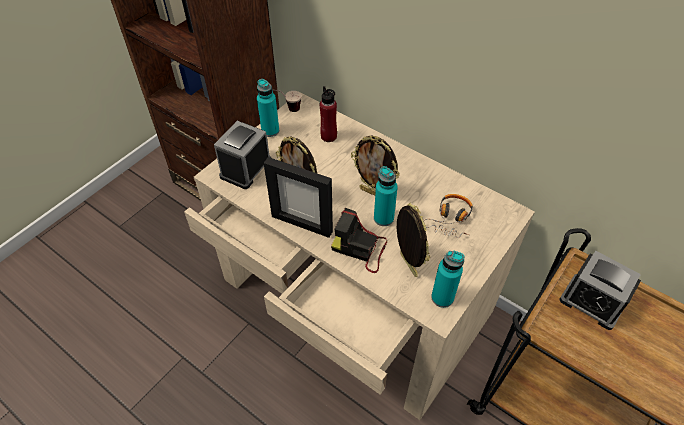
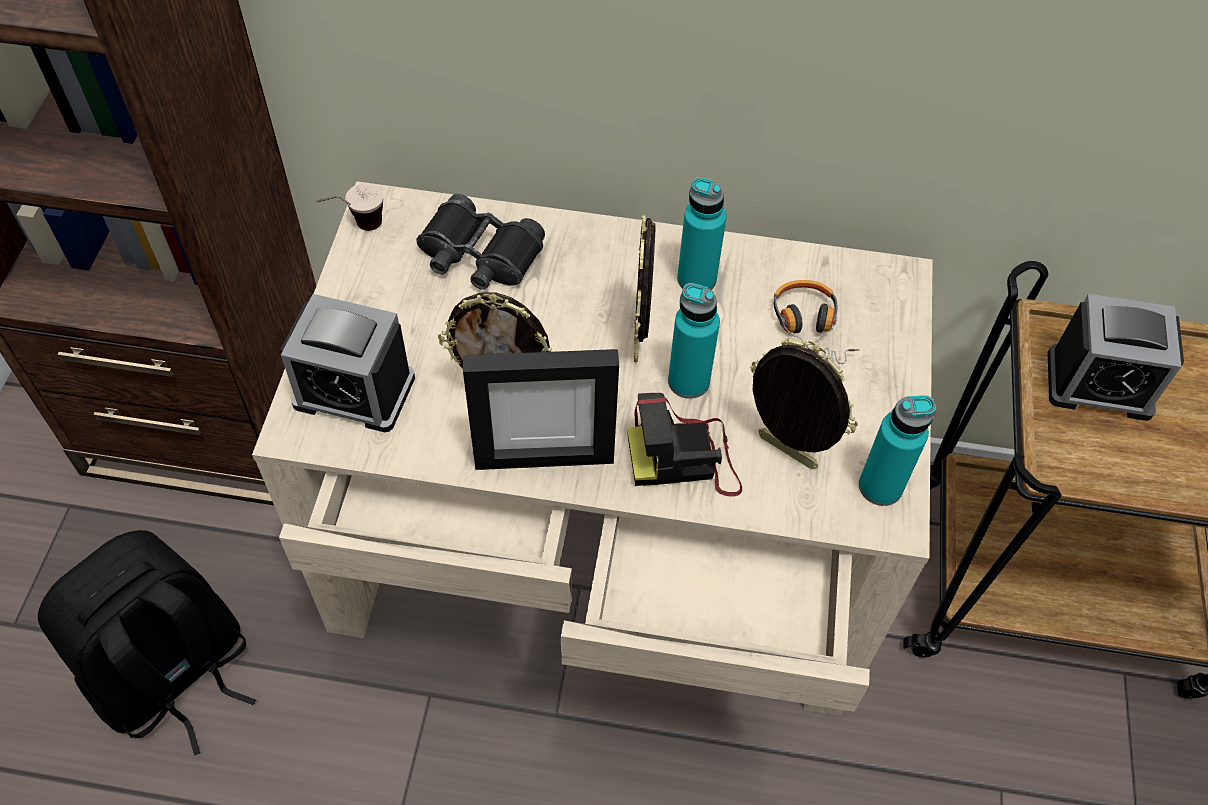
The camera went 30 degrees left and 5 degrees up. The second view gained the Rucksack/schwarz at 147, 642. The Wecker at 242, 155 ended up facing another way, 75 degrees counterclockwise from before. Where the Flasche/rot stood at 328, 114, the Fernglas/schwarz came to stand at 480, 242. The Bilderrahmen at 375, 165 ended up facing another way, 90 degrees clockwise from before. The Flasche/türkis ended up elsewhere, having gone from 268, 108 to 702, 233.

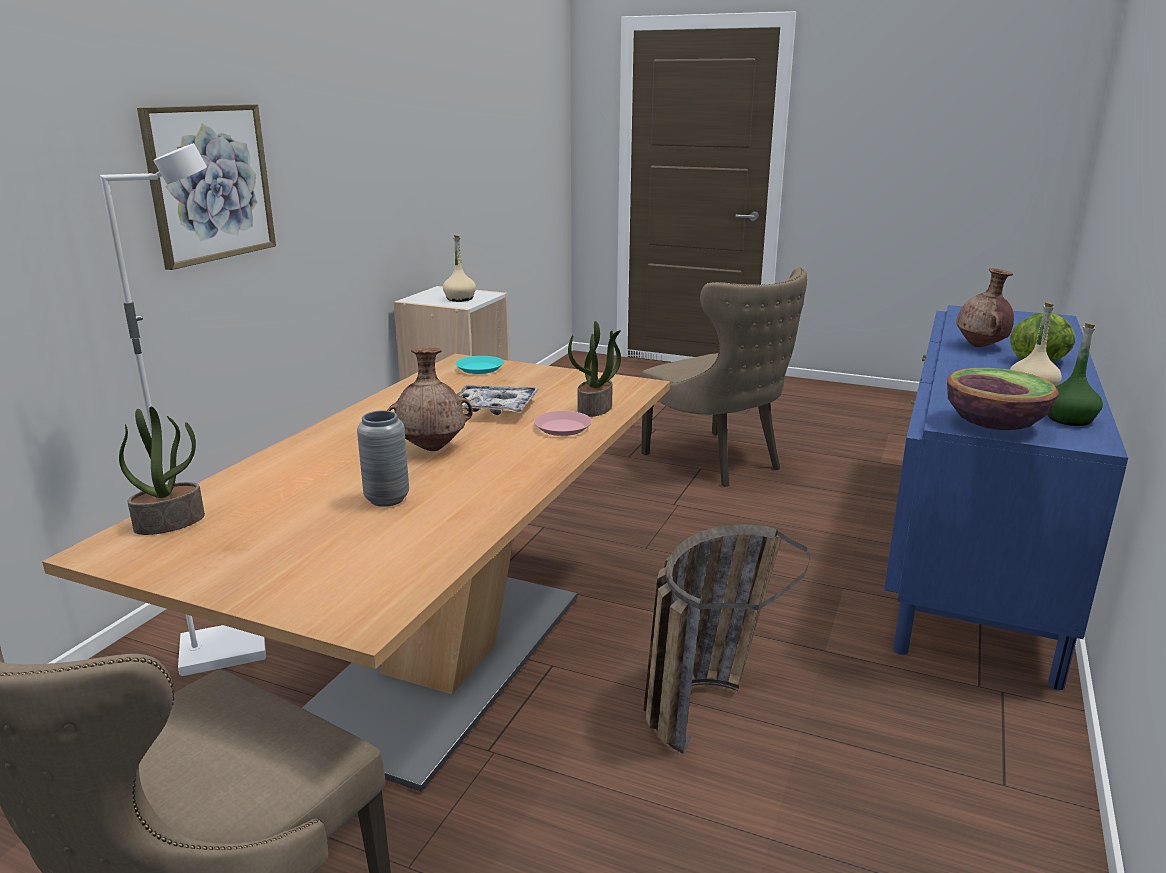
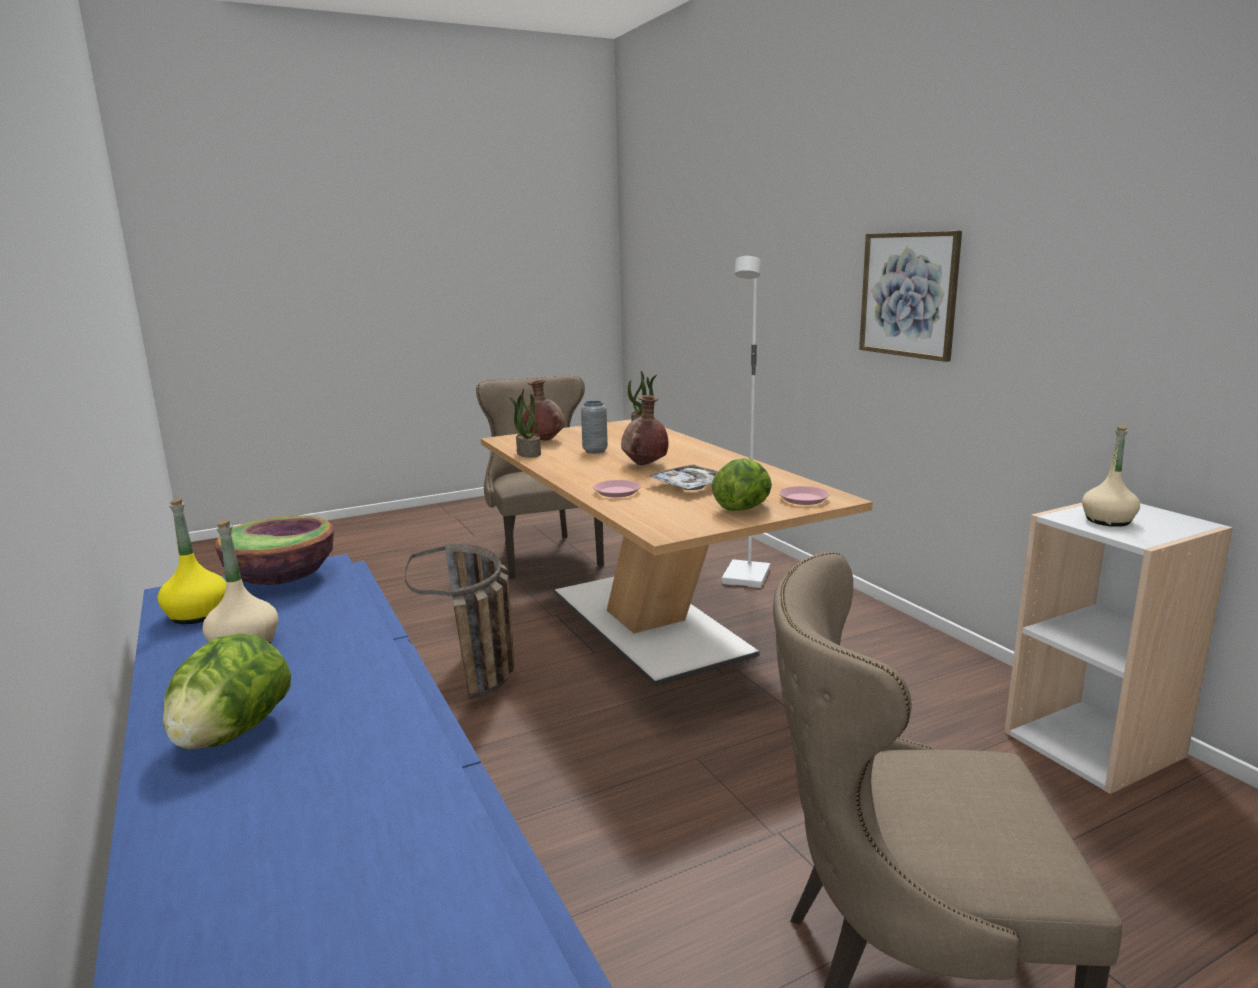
The camera went 130 degrees right and 5 degrees down. What was the Flasche/grün at 1075, 374 turned into the Flasche/gelb at 191, 561. The Topfpflanze ended up elsewhere, having gone from 594, 369 to 524, 423. The Vase/braun ended up elsewhere, having gone from 985, 307 to 544, 410. The second view gained the Salatkopf at 742, 485. What was the Teller/türkis at 480, 365 turned into the Teller/rosa at 804, 495.

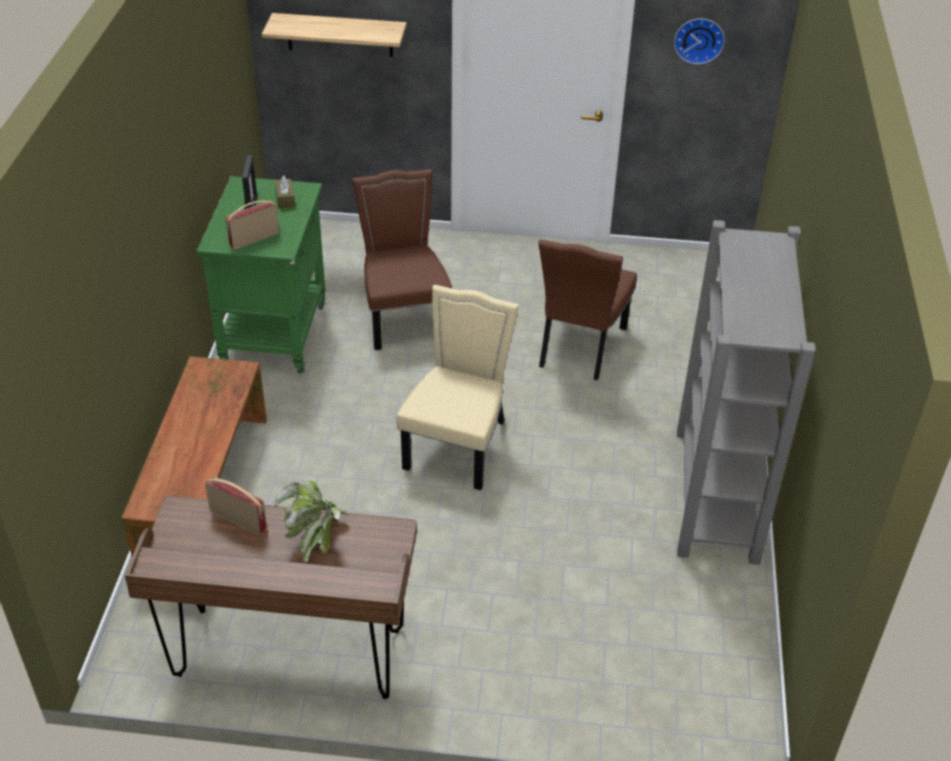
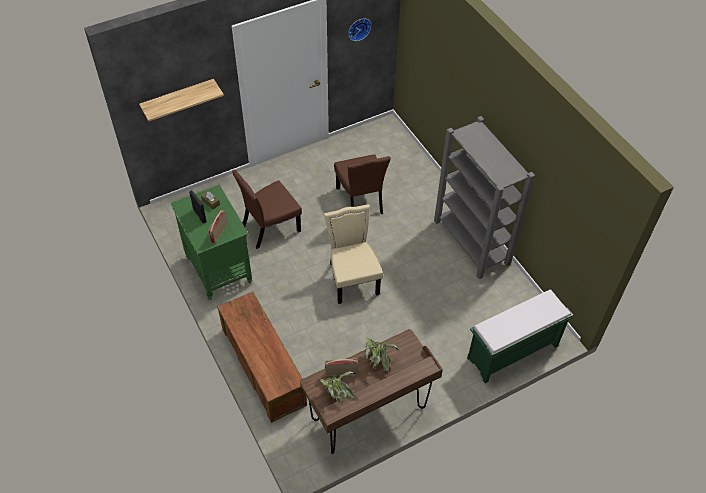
The camera went 35 degrees left and 10 degrees up. The Stuhl/braun at 402, 259 ended up facing another way, 75 degrees counterclockwise from before. The second view gained the Topfpflanze at 339, 387. The second view gained the Bank/grün at 520, 336.

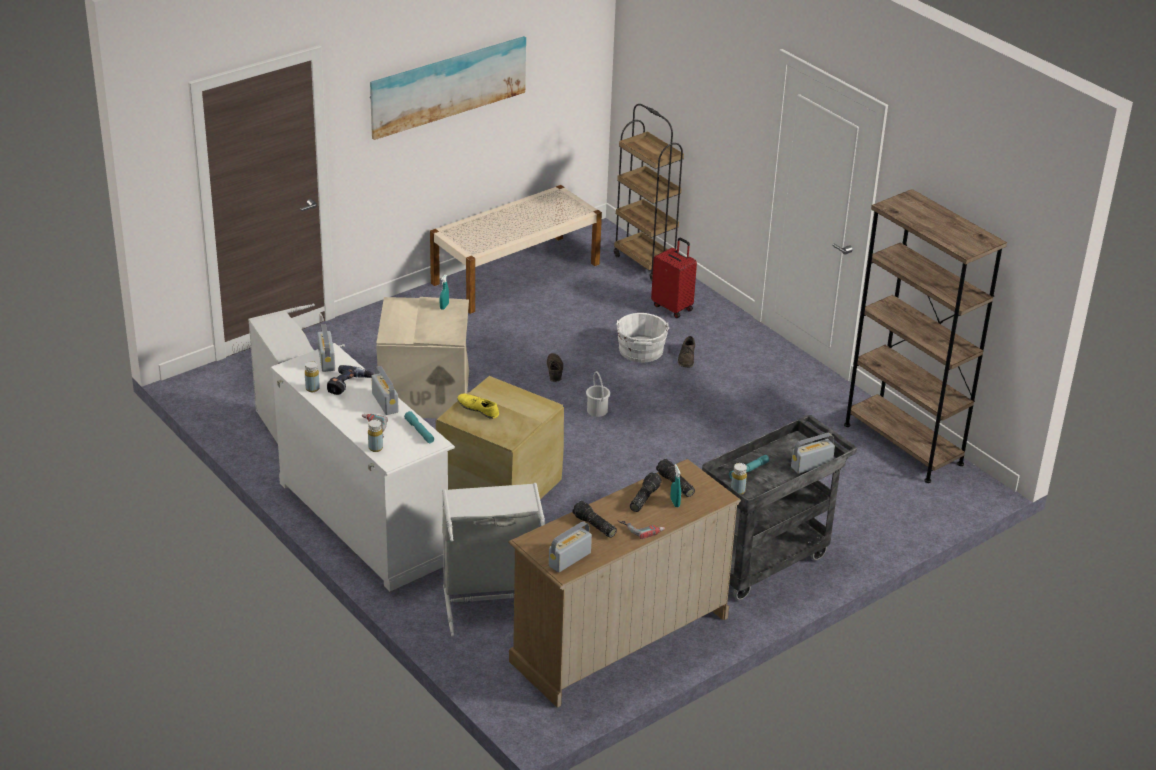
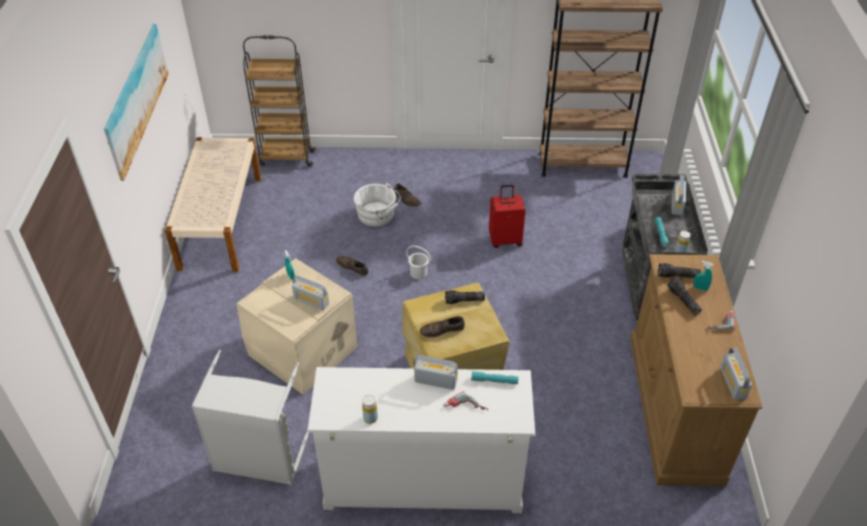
The camera went 50 degrees left and 10 degrees up. The Radio ended up elsewhere, having gone from 326, 348 to 310, 292. What was the Schuh/gelb at 478, 406 turned into the Schuh/braun at 442, 327. The Taschenlampe ended up elsewhere, having gone from 594, 519 to 465, 297. The Koffer/rot ended up elsewhere, having gone from 674, 278 to 507, 216. The second view lost the Bohrmaschine at 350, 380. The second view lost the Flasche/gelb at 375, 435. The second view lost the Wäschekorb/grau at 493, 560.

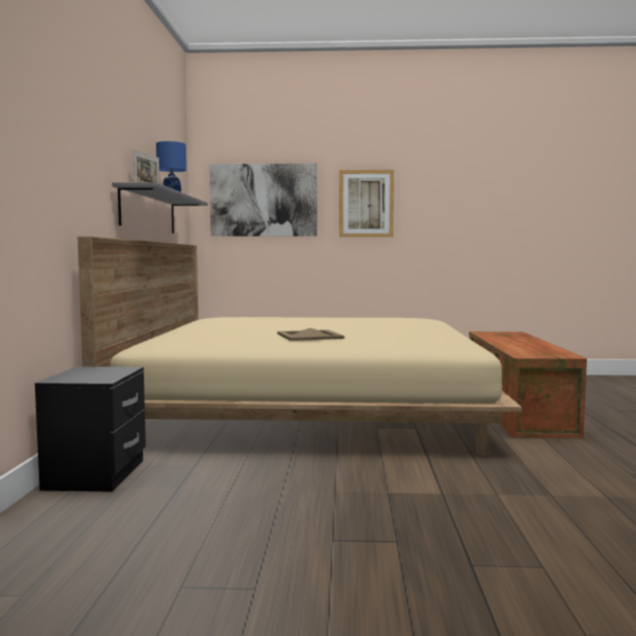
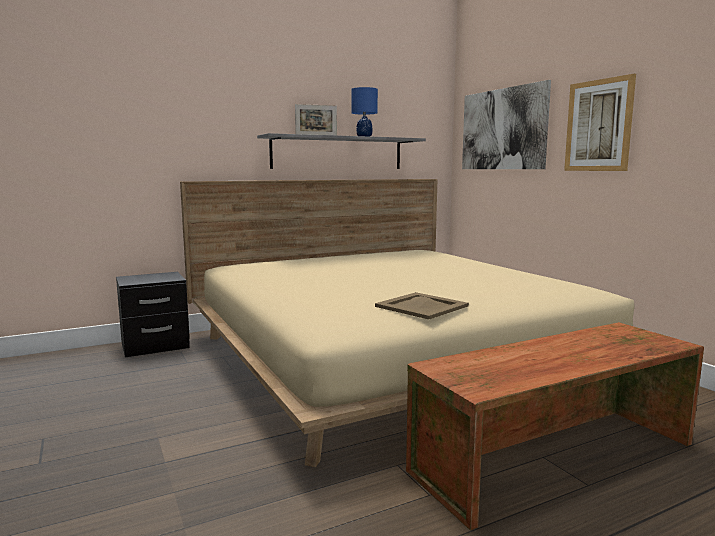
The camera went 60 degrees right and 5 degrees up. The Tablett/beige ended up elsewhere, having gone from 311, 334 to 422, 305.

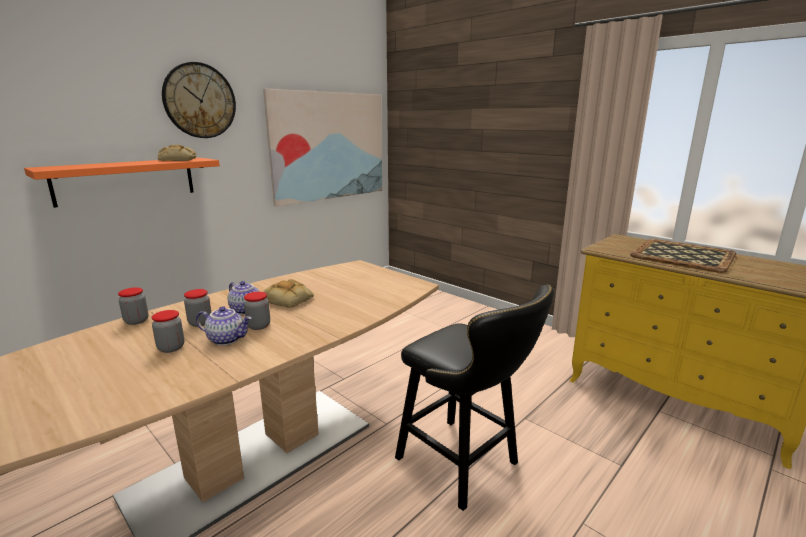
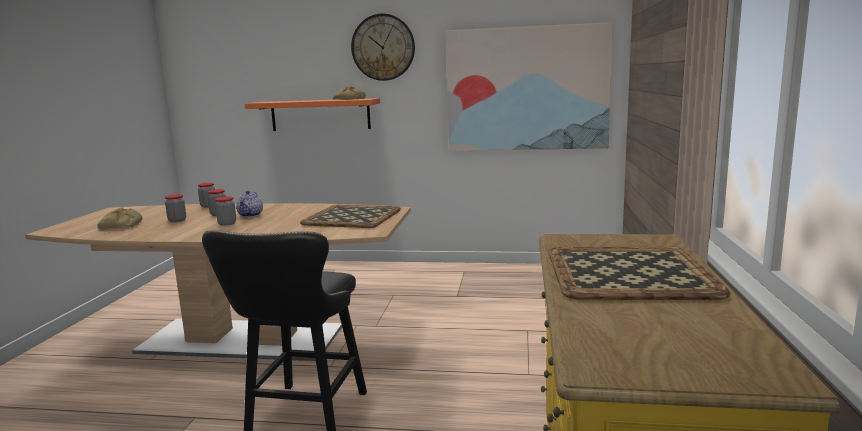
The camera went 55 degrees right and 5 degrees down. The Brot ended up elsewhere, having gone from 288, 293 to 120, 218. The second view gained the Tablett at 350, 216. The second view lost the Teekanne at 224, 325.

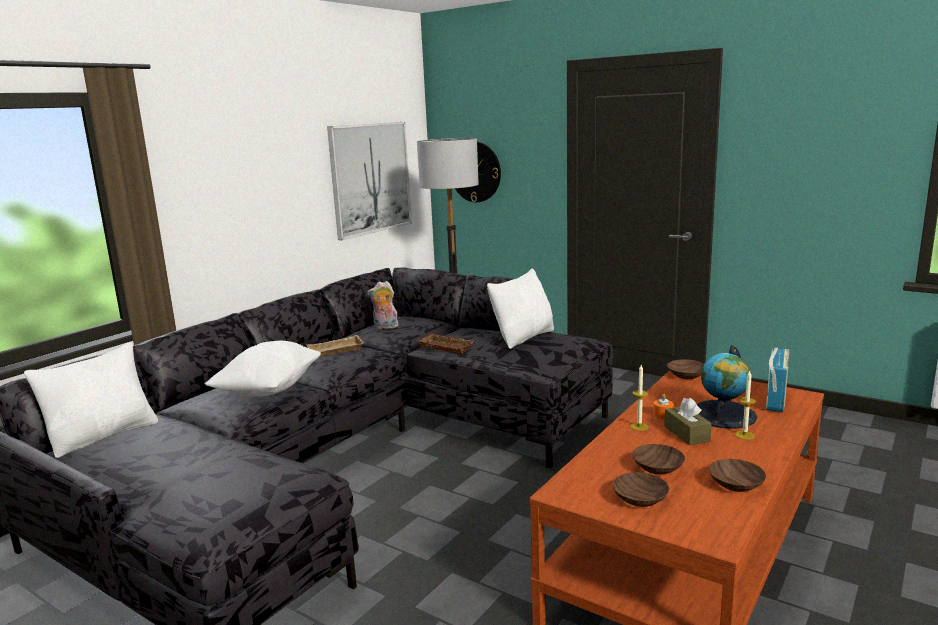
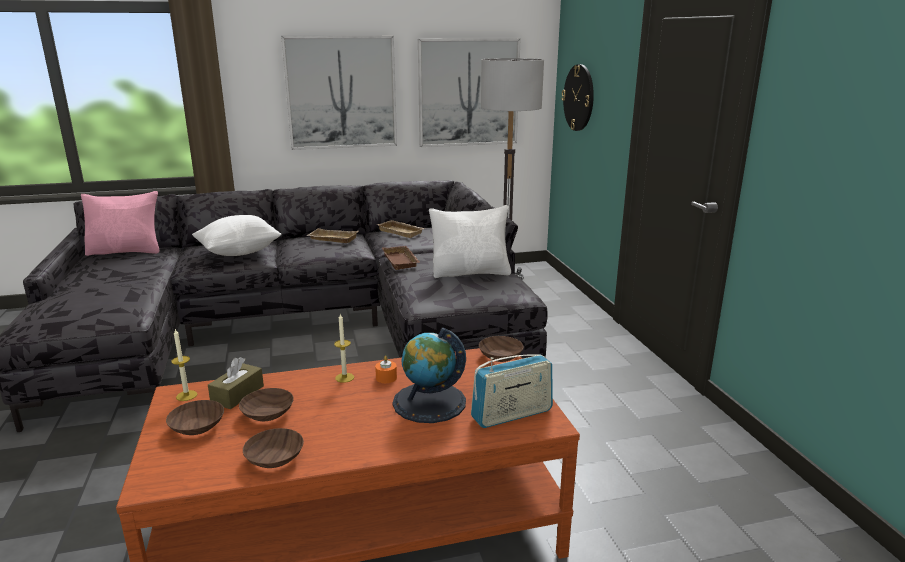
The camera went 40 degrees right and 5 degrees up. What was the Kissen/weiß at 91, 400 turned into the Kissen/rosa at 120, 223. The Kerze ended up elsewhere, having gone from 745, 405 to 184, 365. The Taschentuchbox/braun ended up elsewhere, having gone from 688, 421 to 236, 383. The second view gained the Bild at 339, 93. Where the Plüschtier stood at 382, 305, the Tablett/beige came to stand at 401, 229.

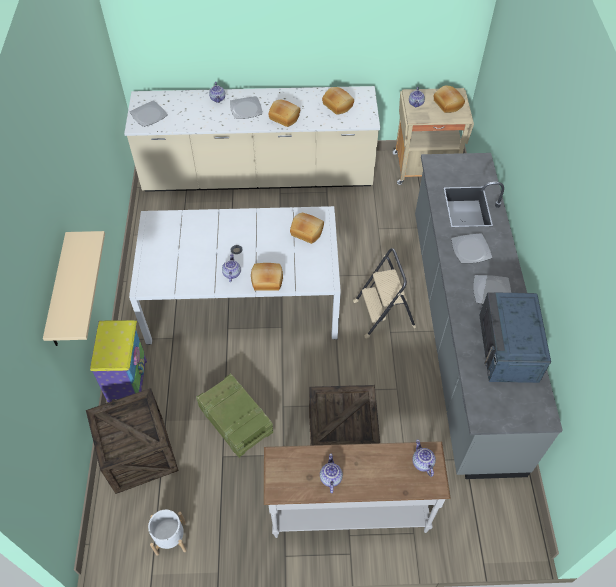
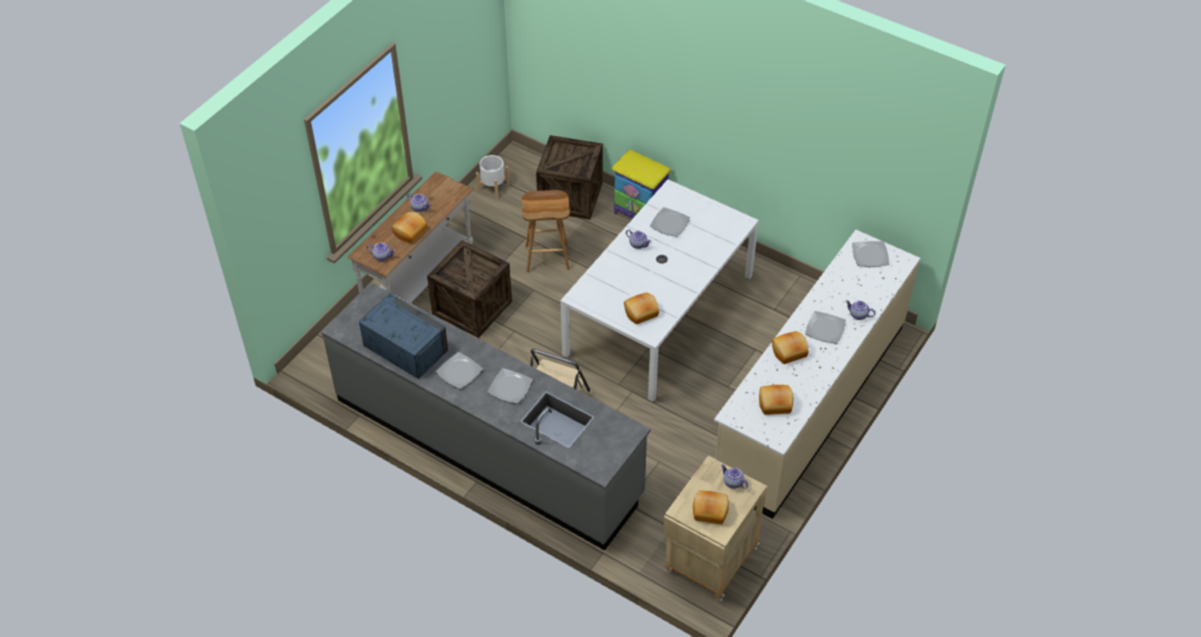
The camera went 125 degrees right and 5 degrees down. The Brot ended up elsewhere, having gone from 267, 277 to 409, 227. Where the Kiste stood at 234, 415, the Hocker/braun came to stand at 546, 231. The second view gained the Teller at 670, 222. The second view lost the Wandregal/beige at 74, 288.

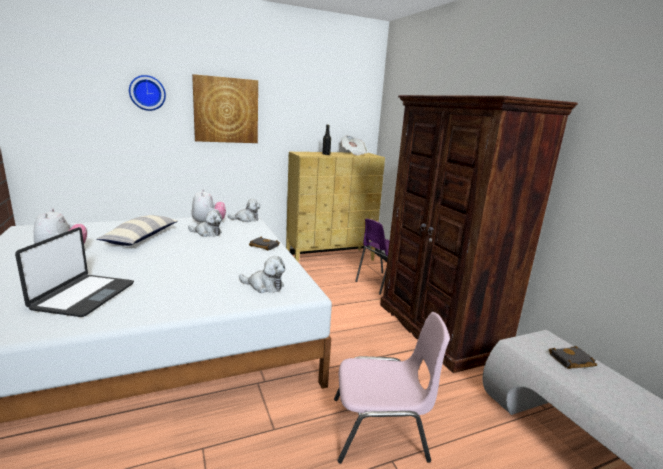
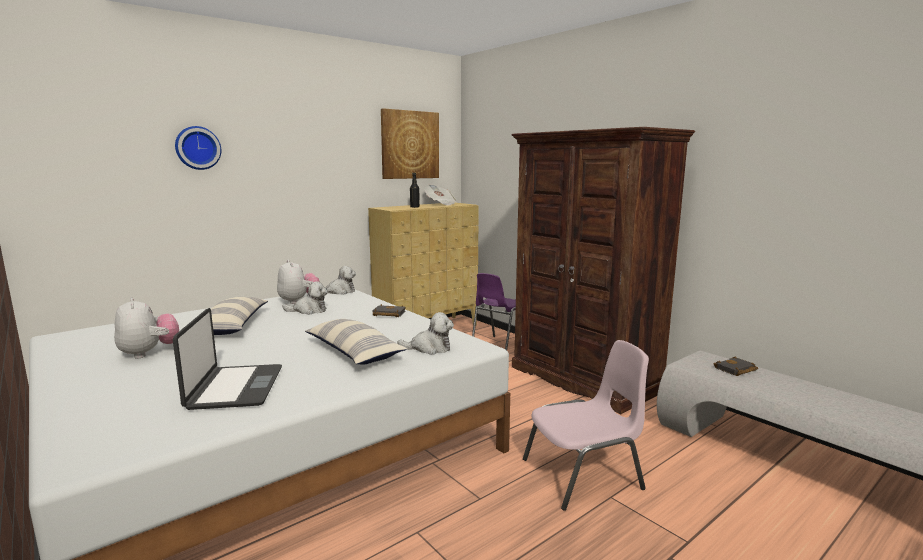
The camera went 15 degrees left and 5 degrees down. The second view gained the Kissen at 356, 342. The Bild ended up elsewhere, having gone from 225, 108 to 410, 143.

